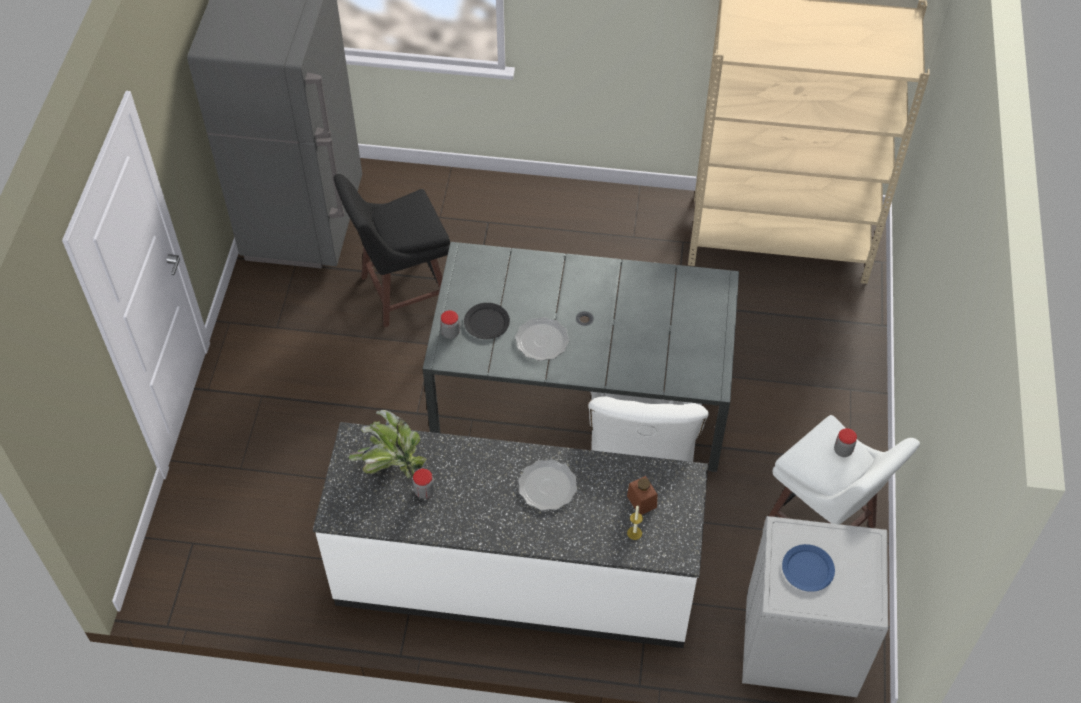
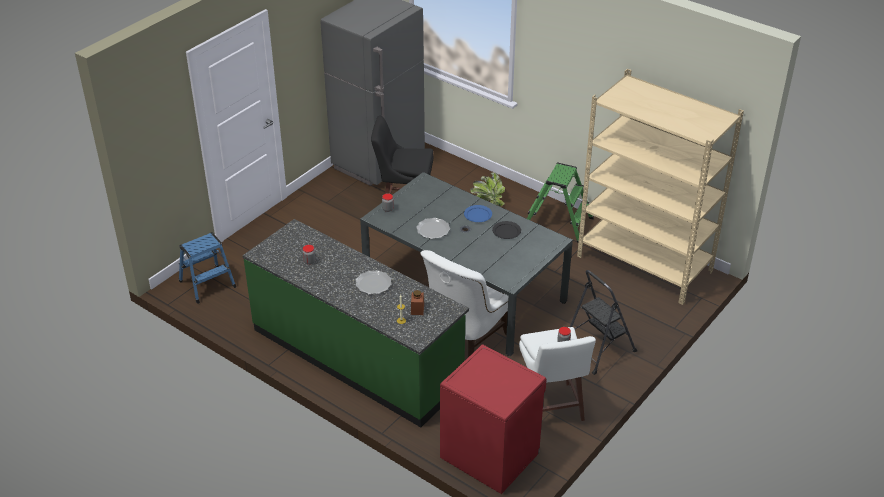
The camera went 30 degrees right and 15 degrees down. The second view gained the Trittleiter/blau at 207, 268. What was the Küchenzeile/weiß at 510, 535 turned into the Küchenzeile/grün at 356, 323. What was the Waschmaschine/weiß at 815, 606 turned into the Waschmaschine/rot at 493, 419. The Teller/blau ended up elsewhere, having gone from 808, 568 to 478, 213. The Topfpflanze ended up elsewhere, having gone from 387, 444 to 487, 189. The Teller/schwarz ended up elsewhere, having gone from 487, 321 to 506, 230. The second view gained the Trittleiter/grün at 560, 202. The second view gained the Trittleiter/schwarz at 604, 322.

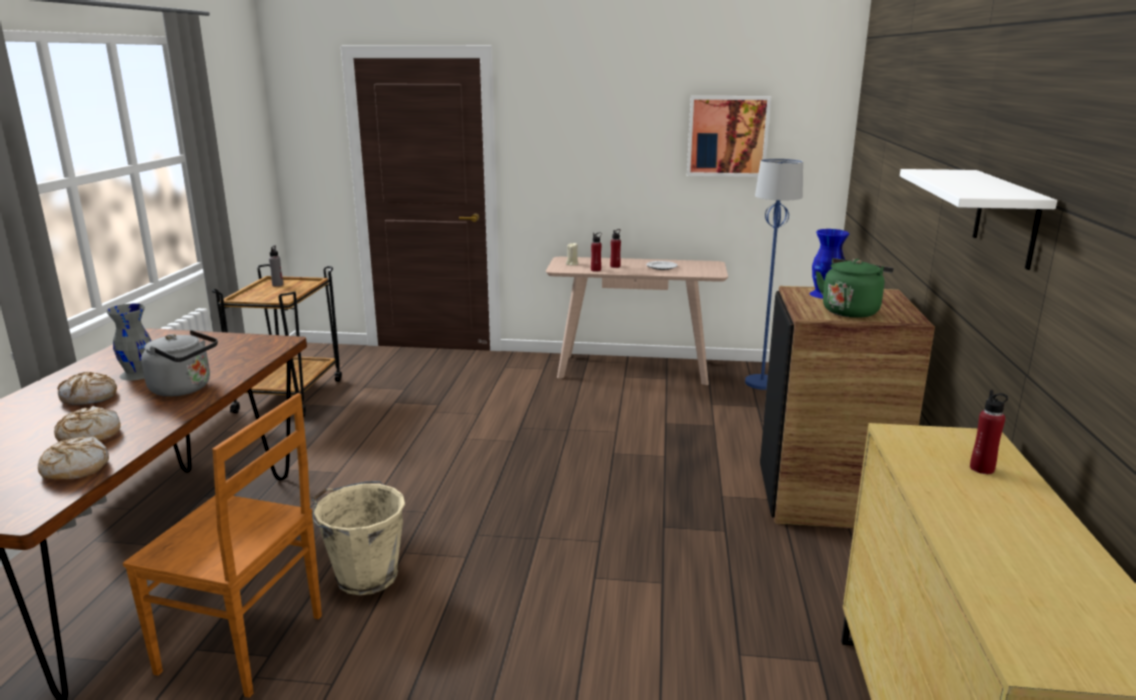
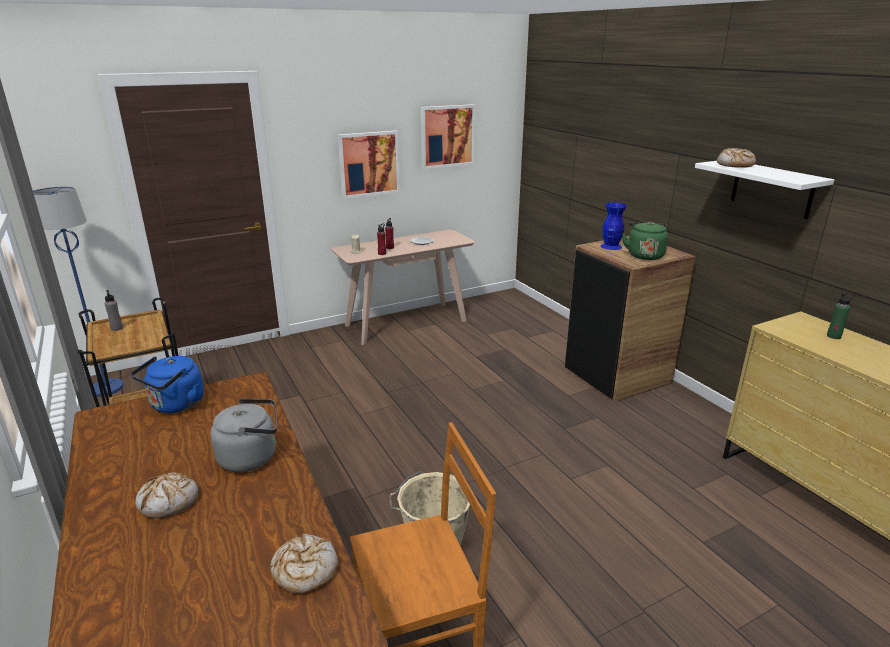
The camera went 35 degrees left and 5 degrees up. The Stehlampe/blau ended up elsewhere, having gone from 774, 274 to 78, 291. The second view gained the Wasserkessel/blau at 167, 384. The second view gained the Bild at 369, 165. The Brot ended up elsewhere, having gone from 87, 424 to 736, 158. What was the Flasche/rot at 989, 432 turned into the Flasche/grün at 841, 315. The second view lost the Vase/grau at 129, 342.

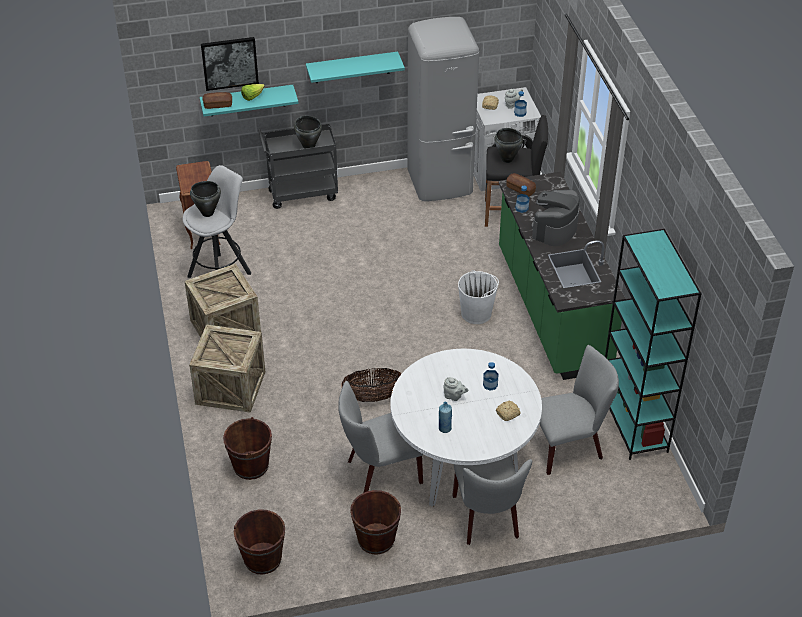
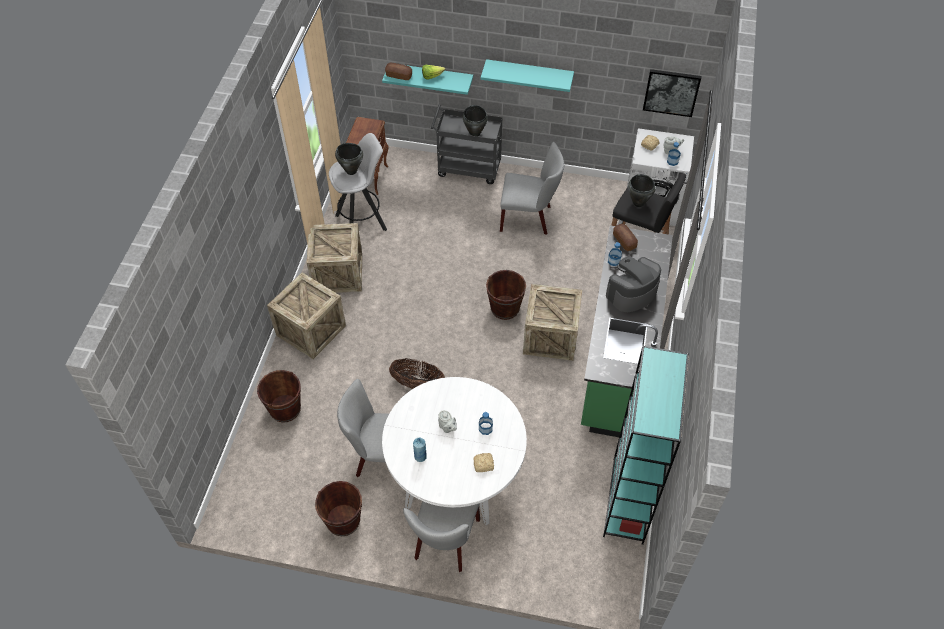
The camera went 25 degrees right and 10 degrees up. The Eimer/braun ended up elsewhere, having gone from 259, 542 to 506, 295. The Stuhl/grau ended up elsewhere, having gone from 579, 410 to 532, 188. Where the Eimer/weiß stood at 478, 297, the Kiste came to stand at 552, 322. The Bild ended up elsewhere, having gone from 230, 64 to 672, 93. The second view lost the Kühlschrank/grau at 443, 109.

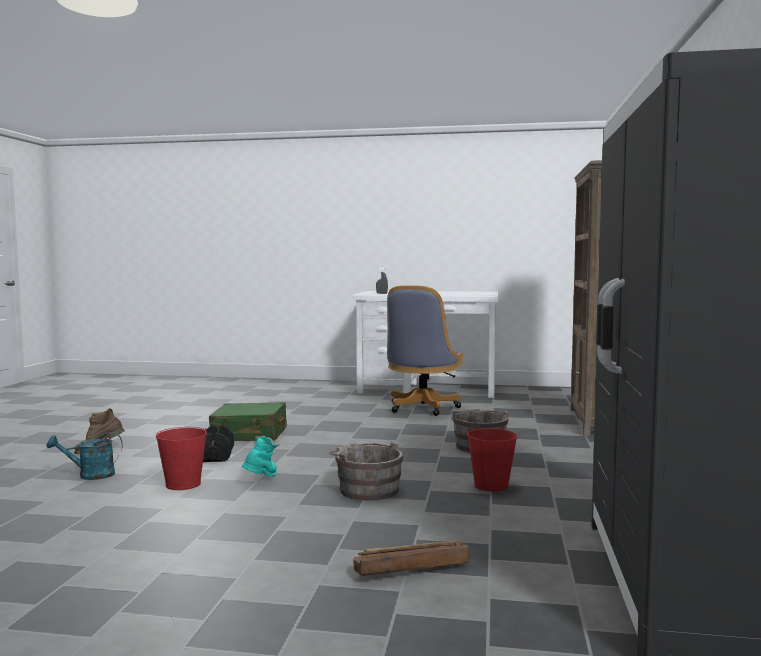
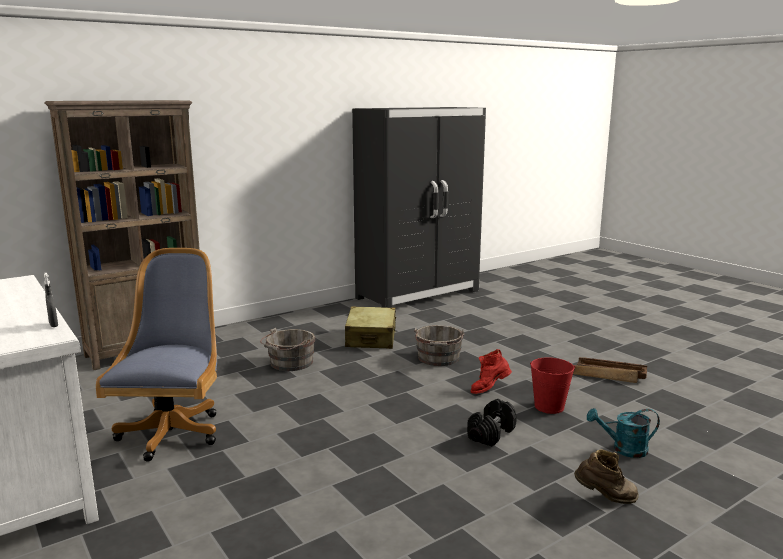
The camera went 135 degrees left and 10 degrees up. The Bürostuhl/blau at 425, 350 ended up facing another way, 60 degrees counterclockwise from before. Where the Eimer/rot stood at 492, 459, the Koffer/beige came to stand at 370, 327. What was the Stiefel/türkis at 260, 456 turned into the Stiefel/rot at 491, 371. The Kiste ended up elsewhere, having gone from 411, 558 to 610, 370. The Gießkanne/türkis at 84, 456 ended up facing another way, 150 degrees clockwise from before. The second view lost the Koffer/grün at 248, 421.

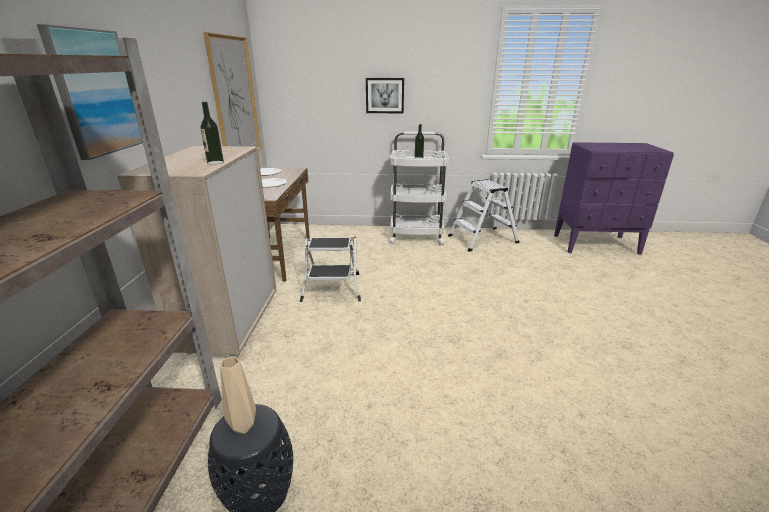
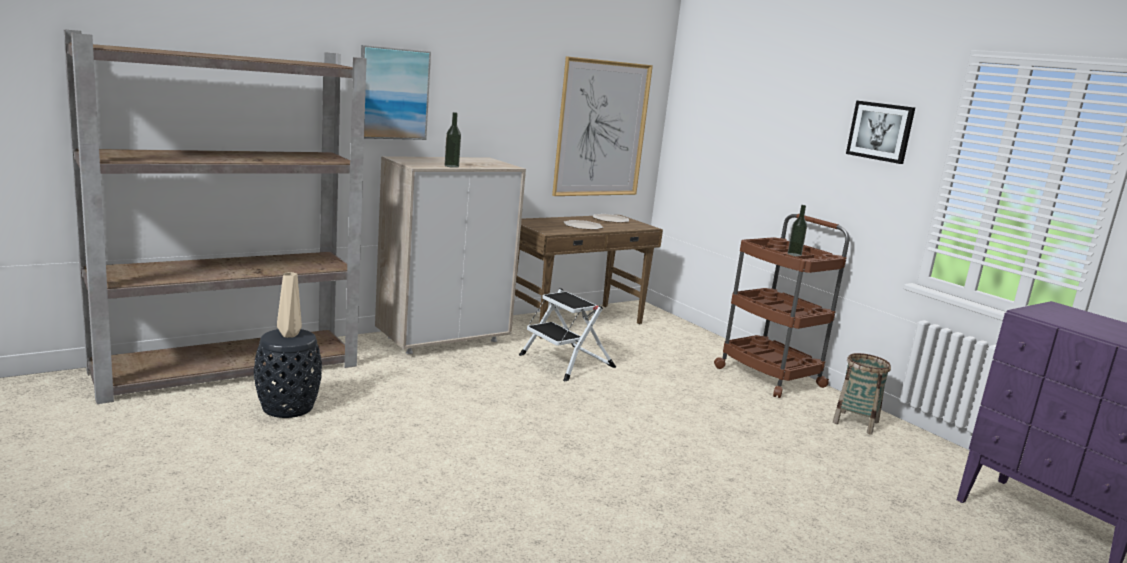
The camera went 50 degrees right and 10 degrees down. What was the Rollwagen/weiß at 419, 188 turned into the Rollwagen/braun at 781, 306. Where the Trittleiter/weiß stood at 484, 215, the Korb came to stand at 862, 394. The Bild ended up elsewhere, having gone from 385, 95 to 880, 132.

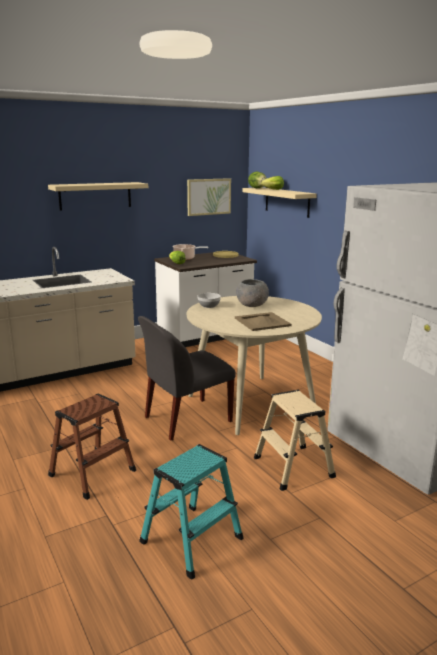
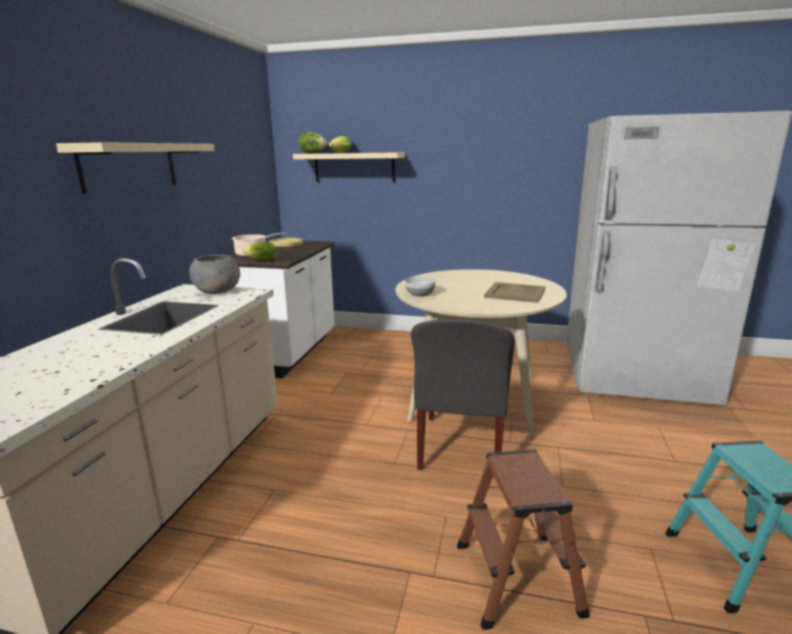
The camera went 45 degrees left and 0 degrees up. The Schüssel/grau ended up elsewhere, having gone from 252, 293 to 214, 274. The second view lost the Bild at 209, 197. The second view lost the Trittleiter/beige at 295, 440.

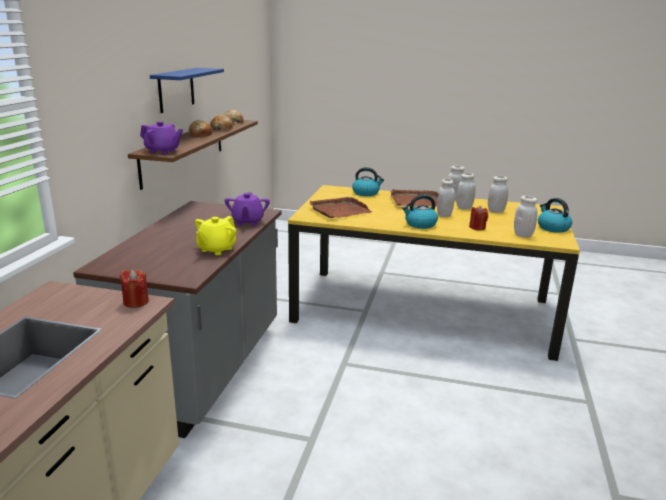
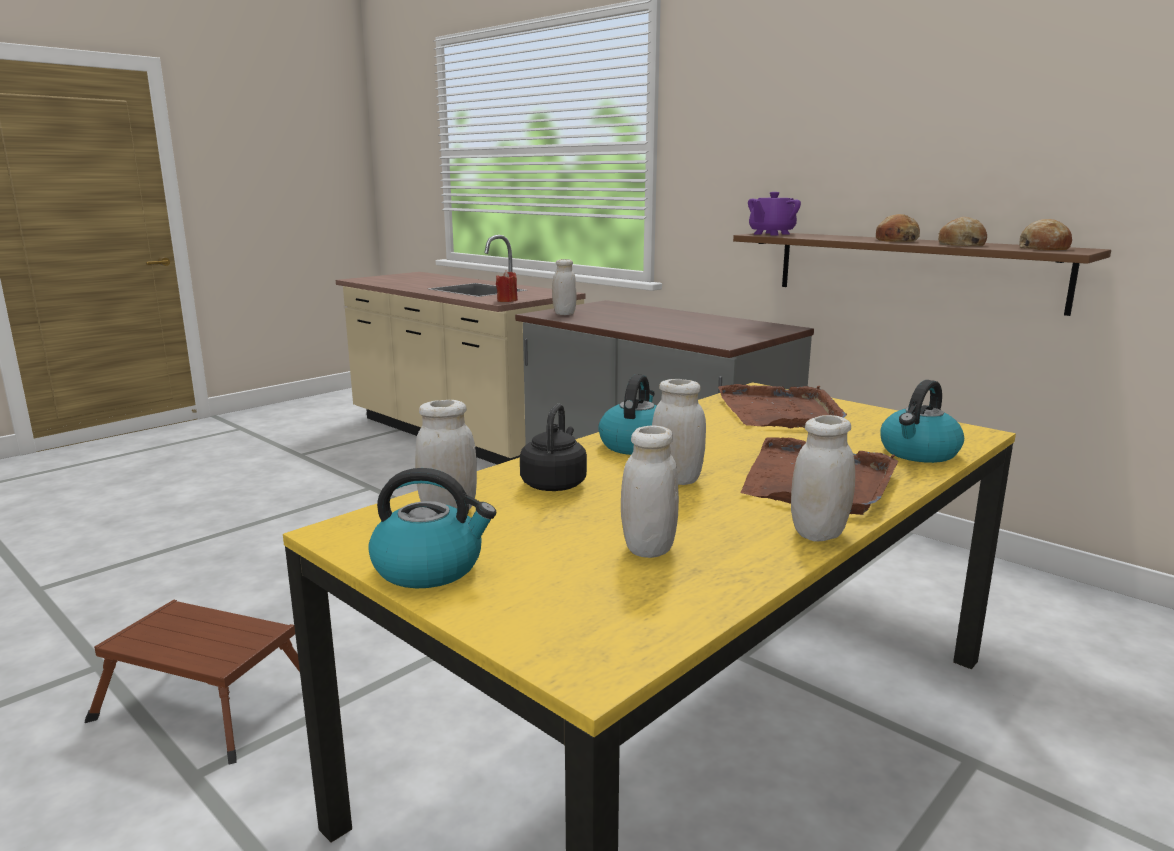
The camera went 120 degrees right and 5 degrees down. The second view gained the Trittleiter/braun at 192, 682. Where the Kerze/rot stood at 478, 218, the Wasserkessel/schwarz came to stand at 553, 447. The Vorratsglas/weiß ended up elsewhere, having gone from 465, 191 to 564, 287. The second view lost the Wandregal/blau at 187, 90. The second view lost the Teekanne/gelb at 215, 235. The second view lost the Teekanne/lila at 247, 209.

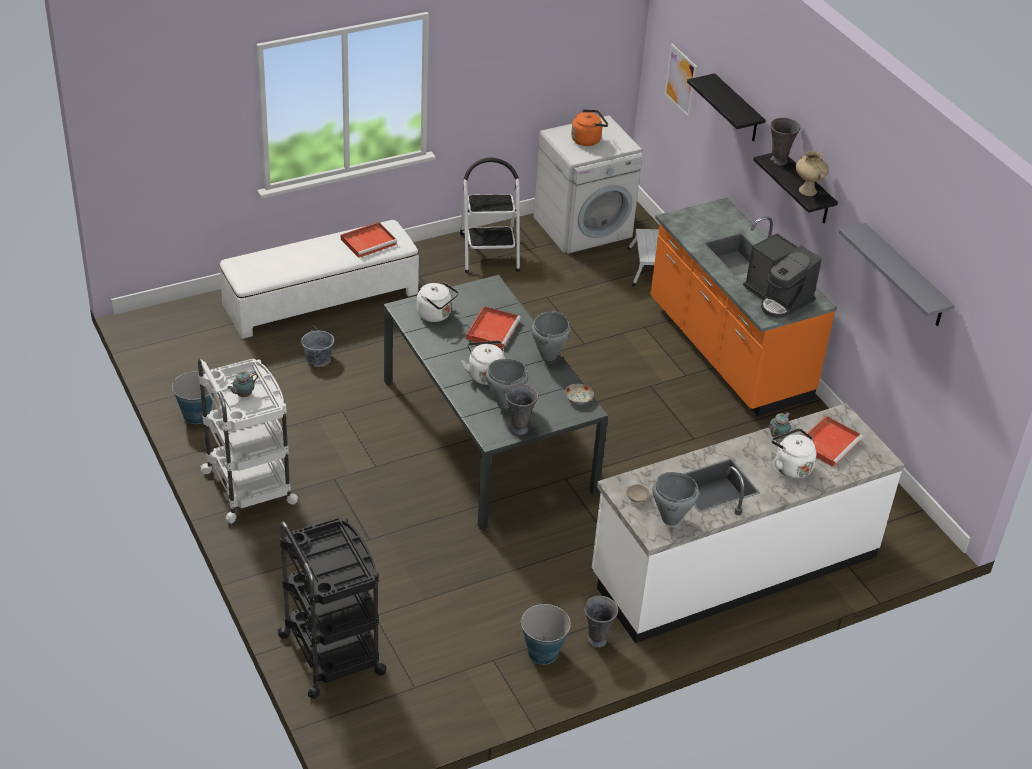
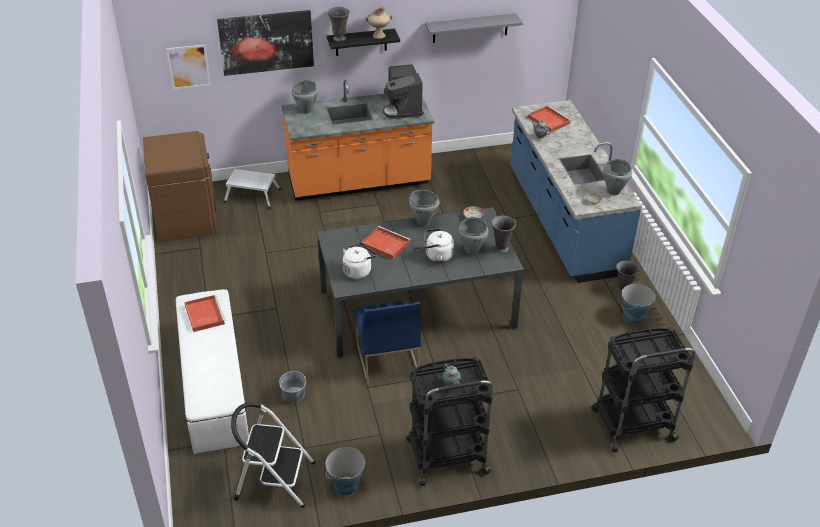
The camera went 75 degrees left and 0 degrees up. What was the Waschmaschine/weiß at 588, 184 turned into the Waschmaschine/braun at 180, 187. Where the Wandregal/schwarz hung at 726, 107, the Bild came to hang at 265, 43. The Trittleiter ended up elsewhere, having gone from 490, 215 to 273, 455. The second view gained the Kochtopf/grau at 305, 97. The second view gained the Stuhl/blau at 387, 342. The Kaffeemaschine at 782, 276 ended up facing another way, 105 degrees clockwise from before. What was the Rollwagen/weiß at 248, 441 turned into the Rollwagen/schwarz at 449, 421. What was the Küchenzeile/weiß at 748, 523 turned into the Küchenzeile/blau at 576, 191. The second view lost the Wasserkessel/orange at 589, 127. The second view lost the Wasserkessel/weiß at 794, 453.

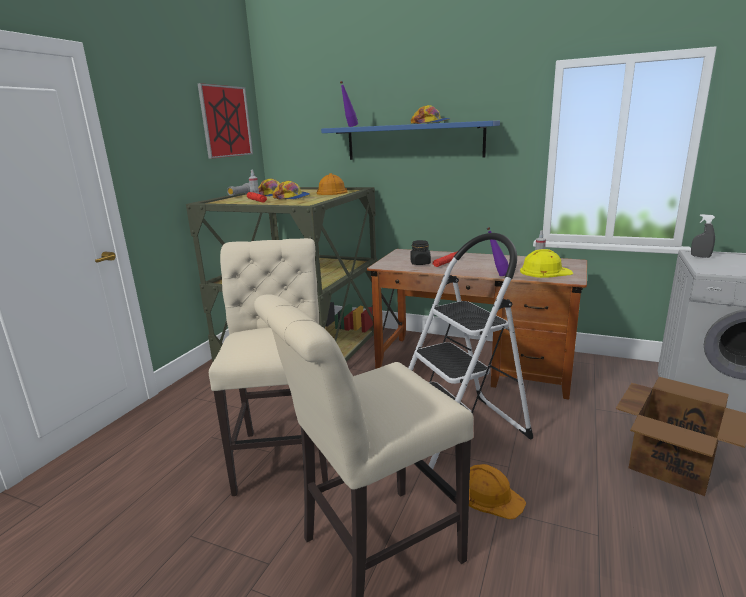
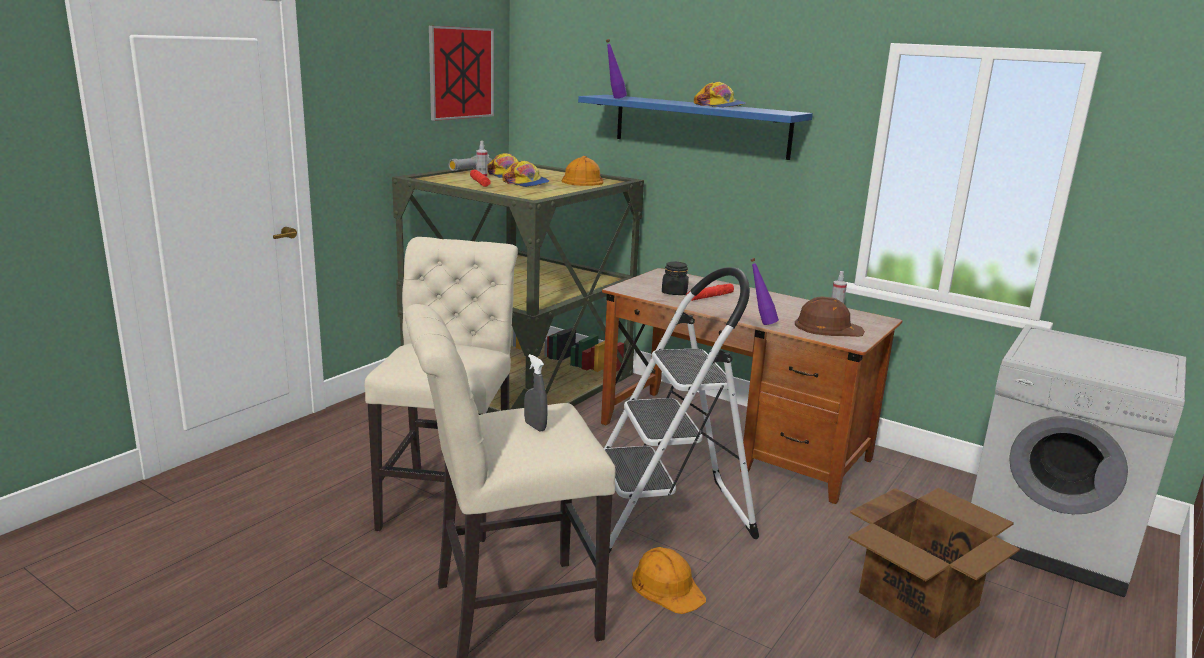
The camera went 10 degrees right and 0 degrees up. The Sprühflasche/grau ended up elsewhere, having gone from 703, 236 to 536, 393. What was the Schutzhelm/gelb at 547, 263 turned into the Schutzhelm/braun at 830, 316.

